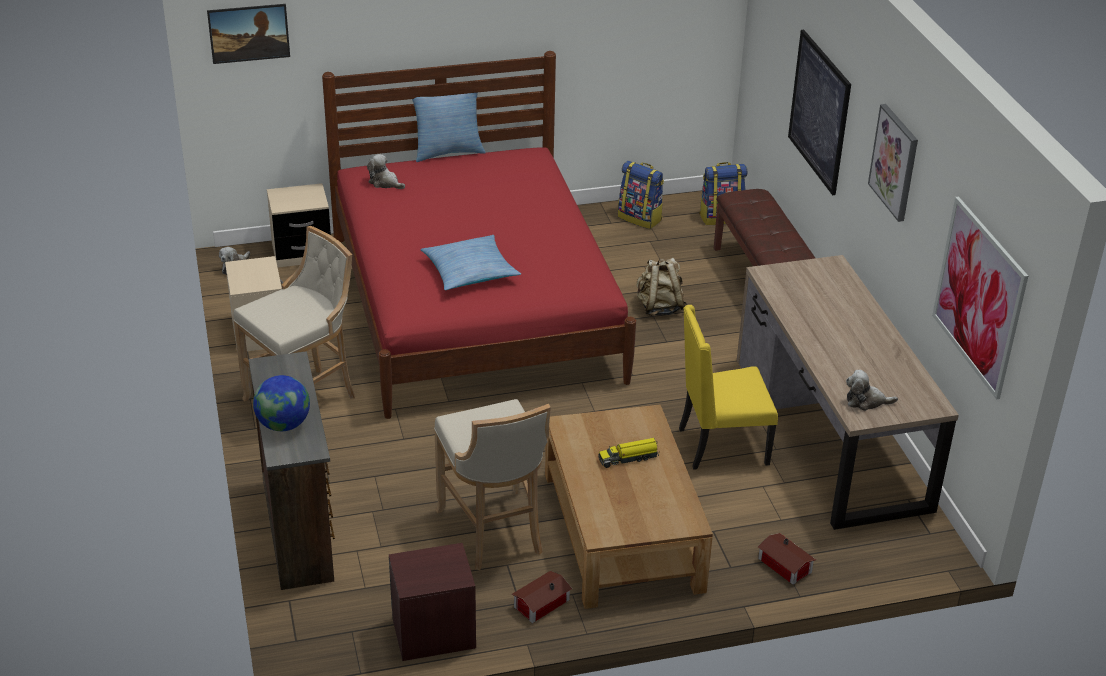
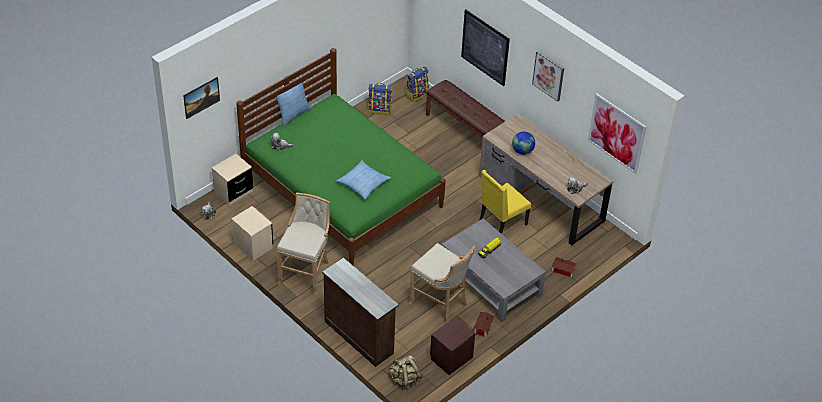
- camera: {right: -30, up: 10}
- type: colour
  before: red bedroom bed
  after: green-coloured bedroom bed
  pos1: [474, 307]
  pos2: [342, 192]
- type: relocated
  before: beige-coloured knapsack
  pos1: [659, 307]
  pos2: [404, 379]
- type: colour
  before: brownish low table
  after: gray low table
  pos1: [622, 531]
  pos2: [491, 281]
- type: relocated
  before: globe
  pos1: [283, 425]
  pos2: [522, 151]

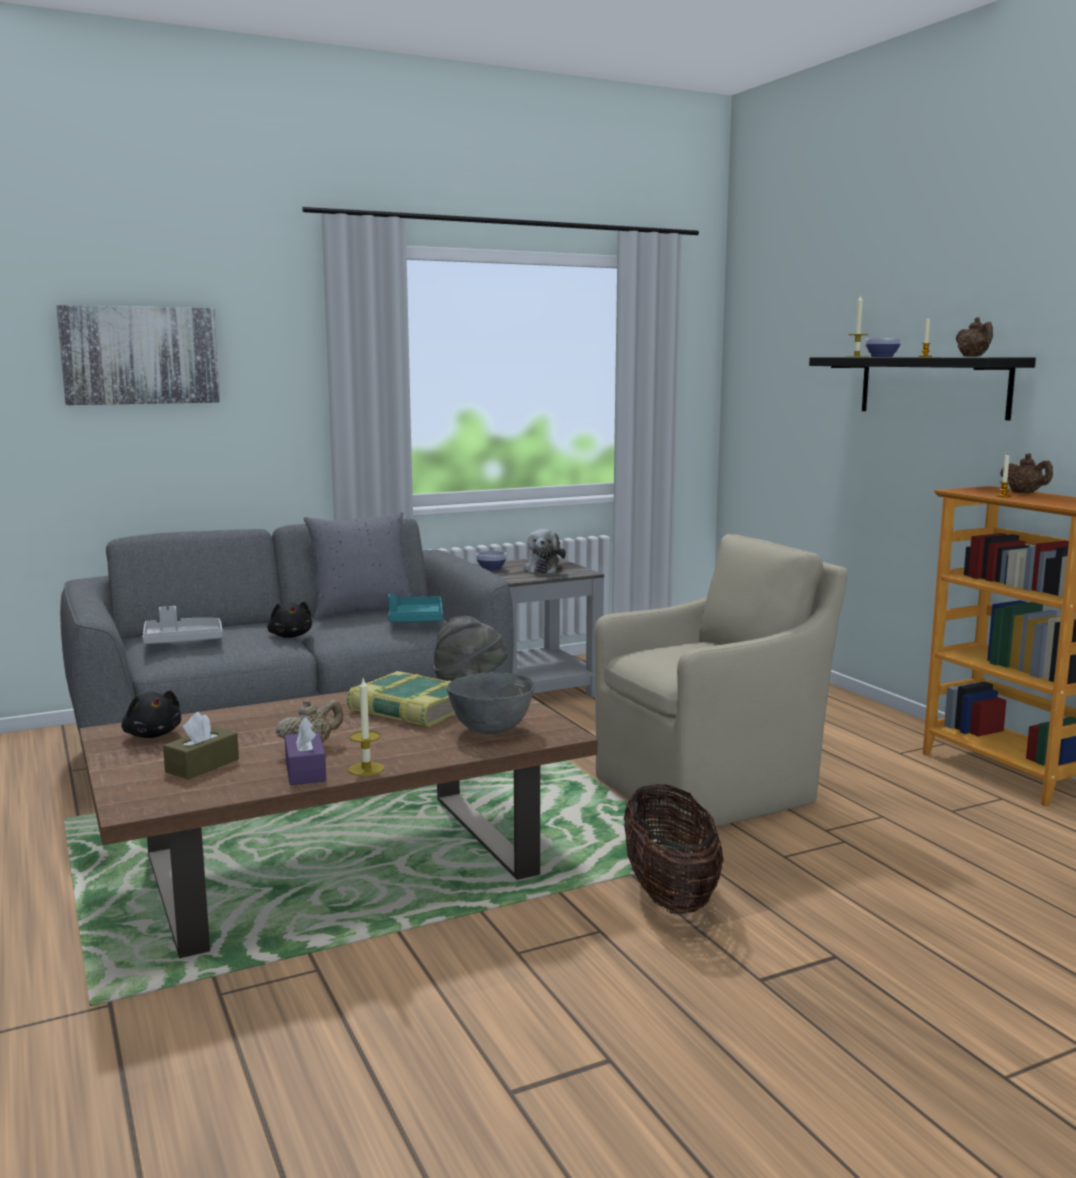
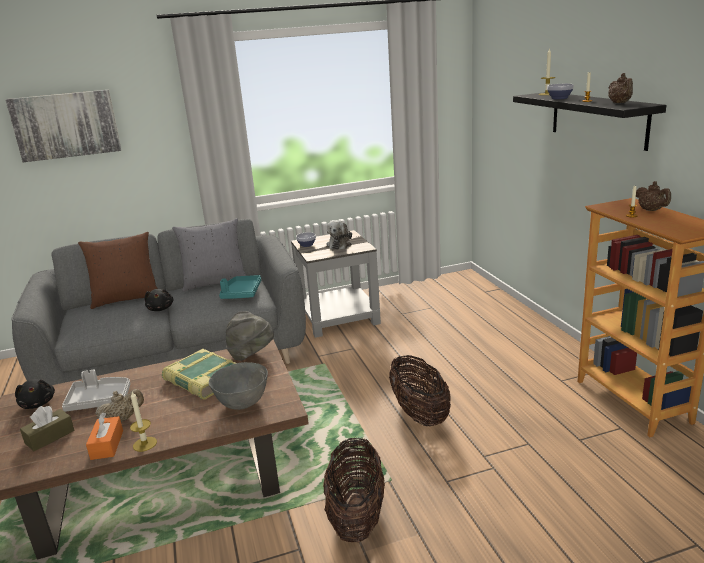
- camera: {right: 10, up: 10}
- type: relocated
  before: gray carrying tray
  pos1: [183, 641]
  pos2: [99, 400]
- type: appeared
  after: brownish cushion
  pos2: [126, 299]
- type: colour
  before: purple box of tissues
  after: orange box of tissues
  pos1: [305, 771]
  pos2: [107, 445]
- type: exchanged
  before: beige-coloured lounge chair
  after: household basket
  pos1: [710, 789]
  pos2: [419, 414]

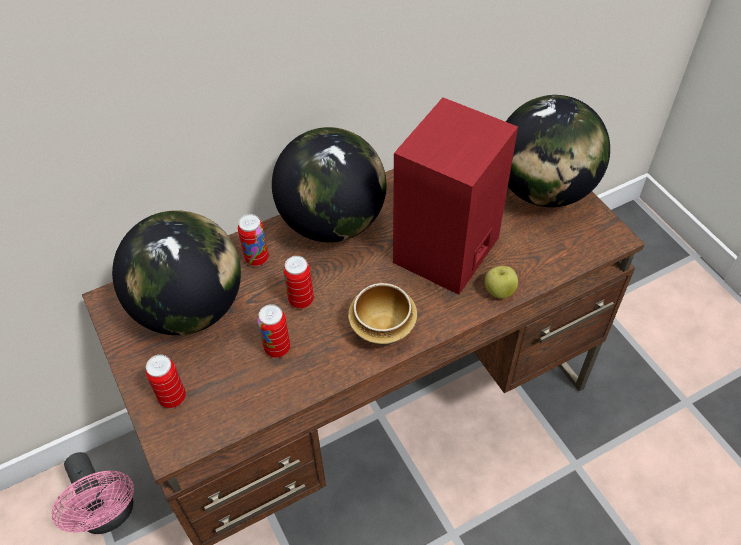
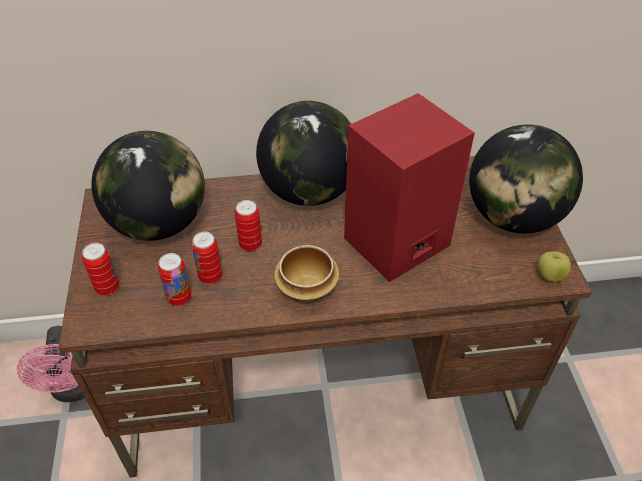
- camera: {right: 20, up: -5}
- type: relocated
  before: sealed can
  pos1: [257, 258]
  pos2: [179, 298]
- type: relocated
  before: apple fruit
  pos1: [499, 291]
  pos2: [549, 275]

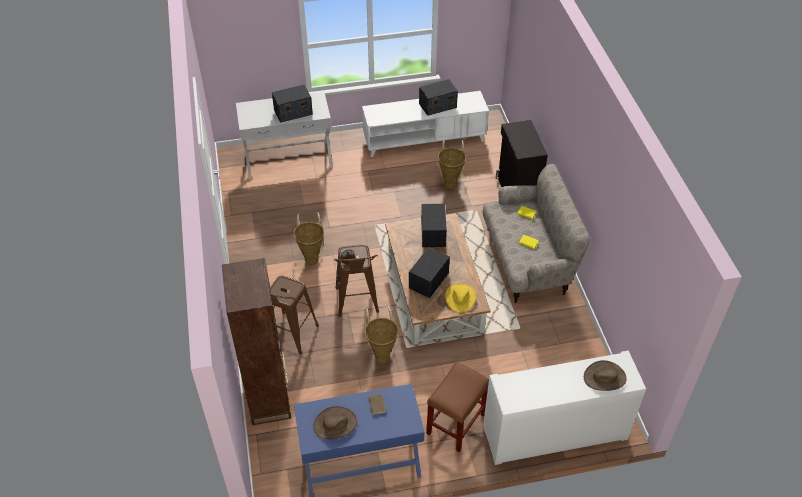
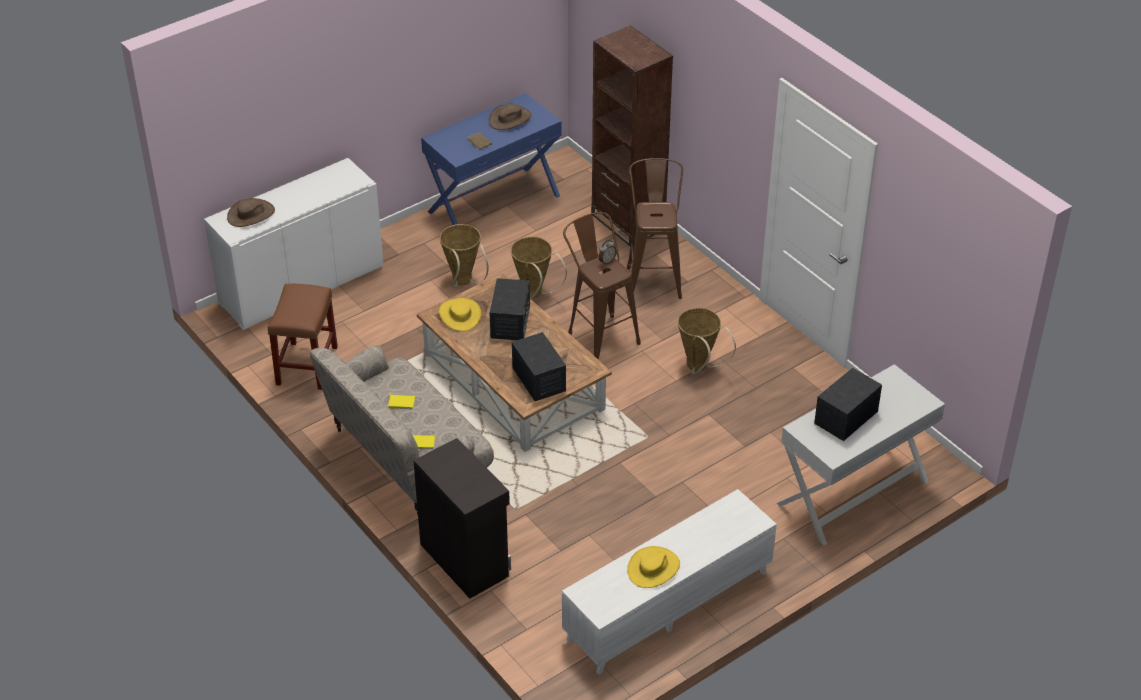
- camera: {right: 155, up: -5}
- type: relocated
  before: brownish sitting stool
  pos1: [455, 424]
  pos2: [307, 365]
- type: relocated
  before: household basket
  pos1: [450, 182]
  pos2: [463, 283]
- type: exchanged
  before: radio receiver
  after: yellow clothing hat
  pos1: [437, 105]
  pos2: [653, 568]

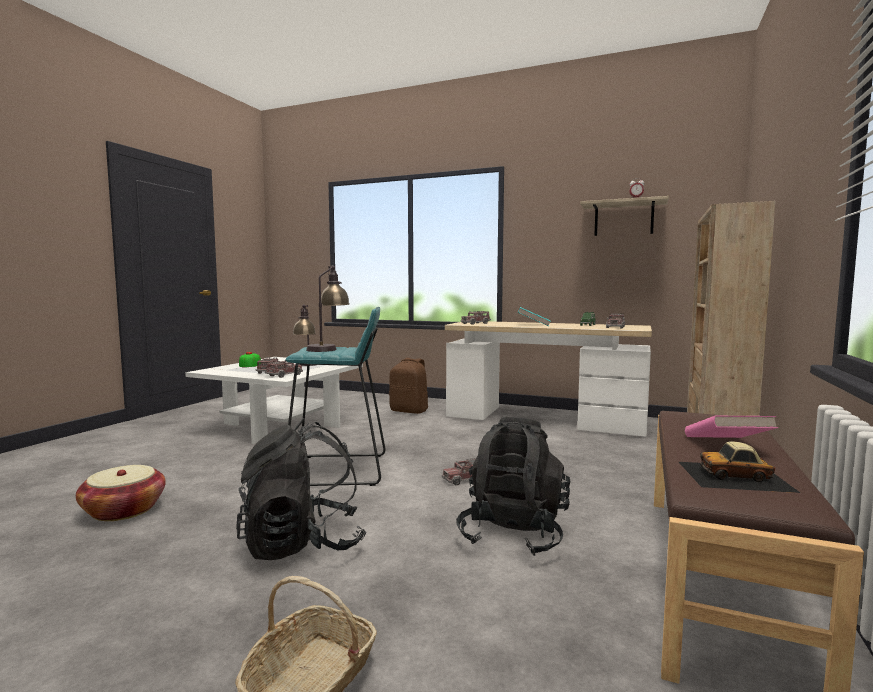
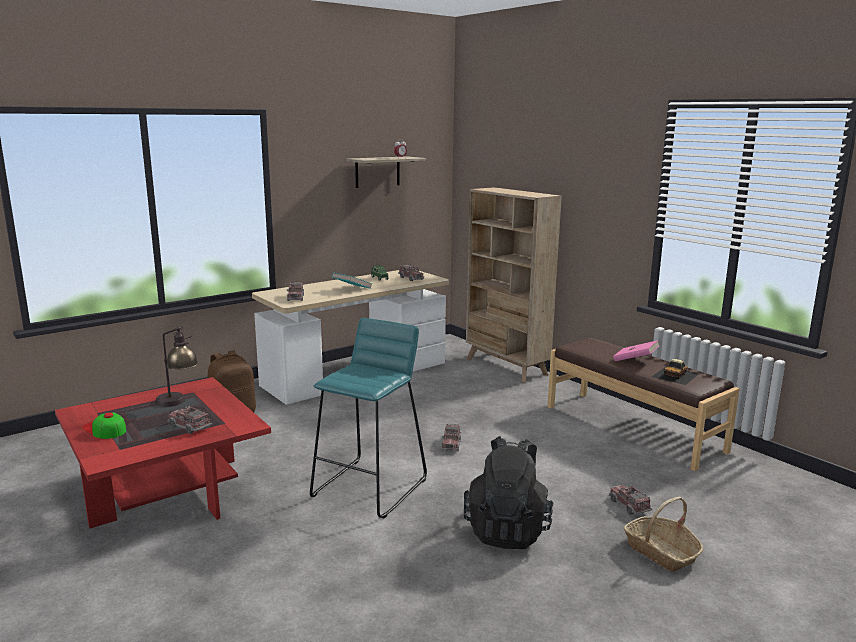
- camera: {right: -60, up: 10}
- type: colour
  before: white-coloured low table
  after: red low table
  pos1: [281, 425]
  pos2: [168, 491]
- type: relocated
  before: toy truck
  pos1: [284, 375]
  pos2: [629, 505]
- type: missing
  before: household basket
  pos1: [124, 510]
- type: missing
  before: lamp for a table
  pos1: [328, 348]
- type: missing
  before: black knapsack
  pos1: [513, 533]

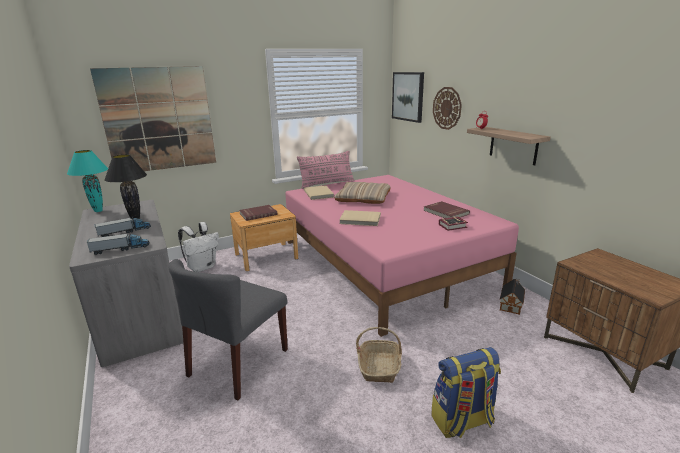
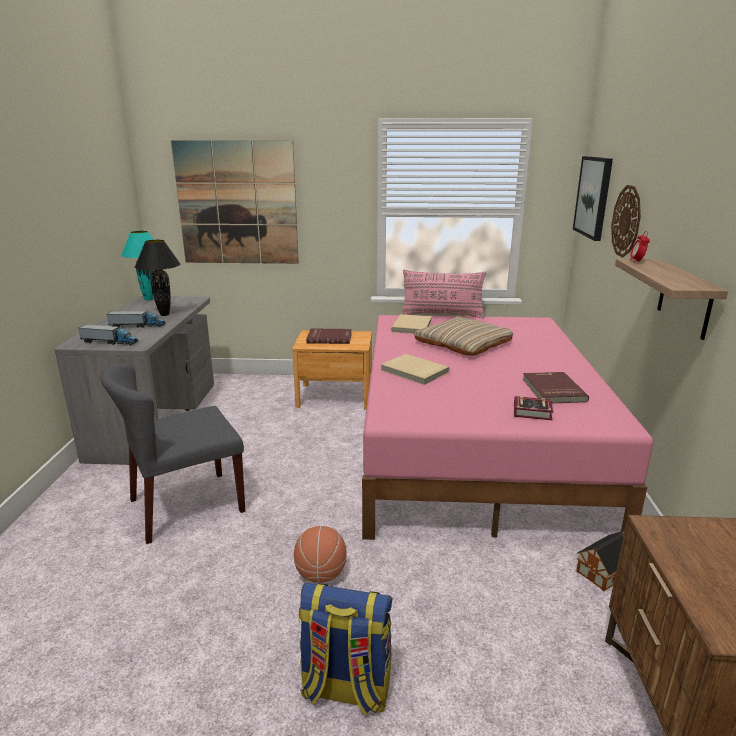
- camera: {right: 30, up: 0}
- type: exchanged
  before: household basket
  after: ball for basketball
  pos1: [379, 366]
  pos2: [321, 574]
- type: missing
  before: white-coloured knapsack
  pos1: [202, 267]

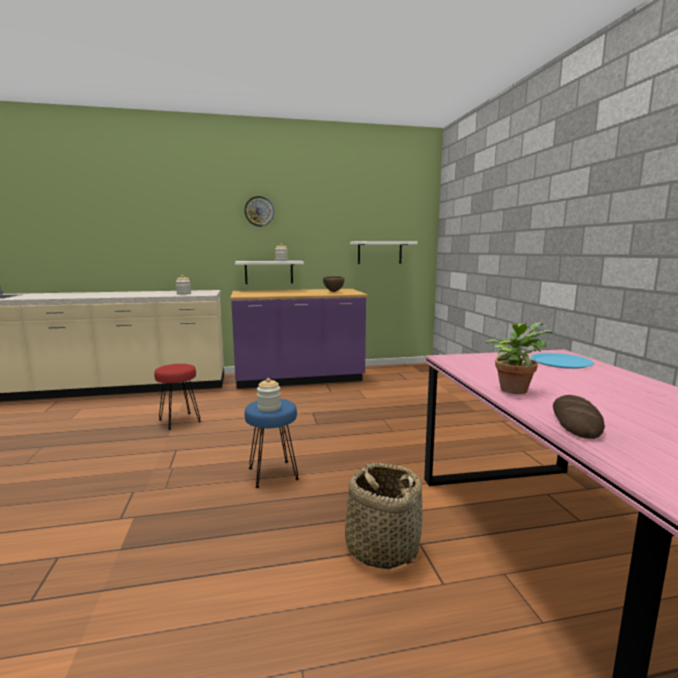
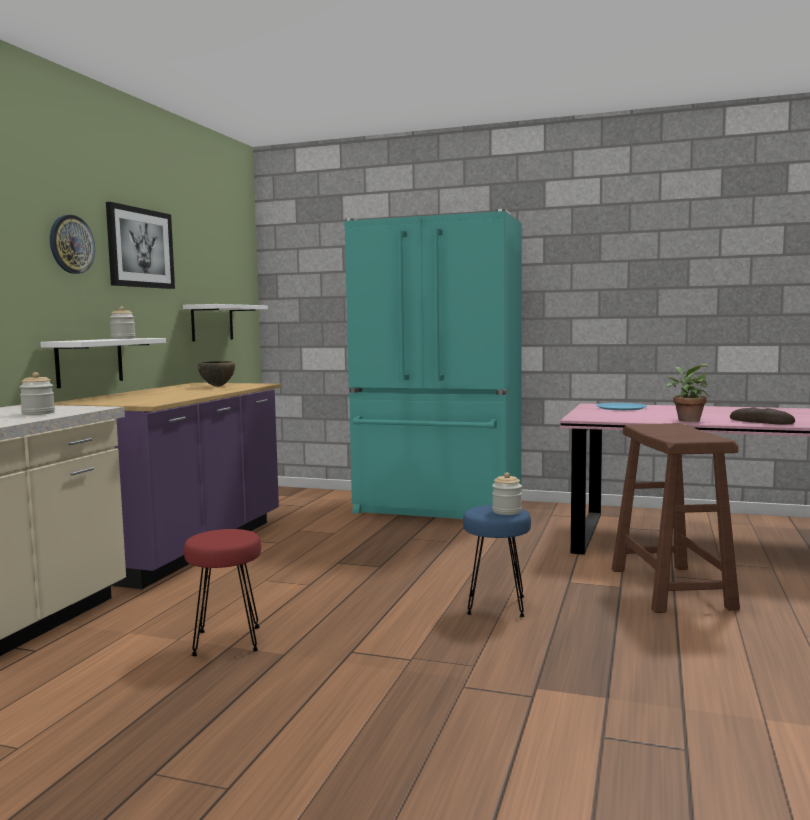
- camera: {right: -60, up: -5}
- type: appeared
  after: wall picture
  pos2: [140, 248]
- type: appeared
  after: turquoise-coloured kitchen fridge
  pos2: [437, 508]
- type: exchanged
  before: household basket
  after: brownish sitting stool
  pos1: [381, 547]
  pos2: [670, 588]

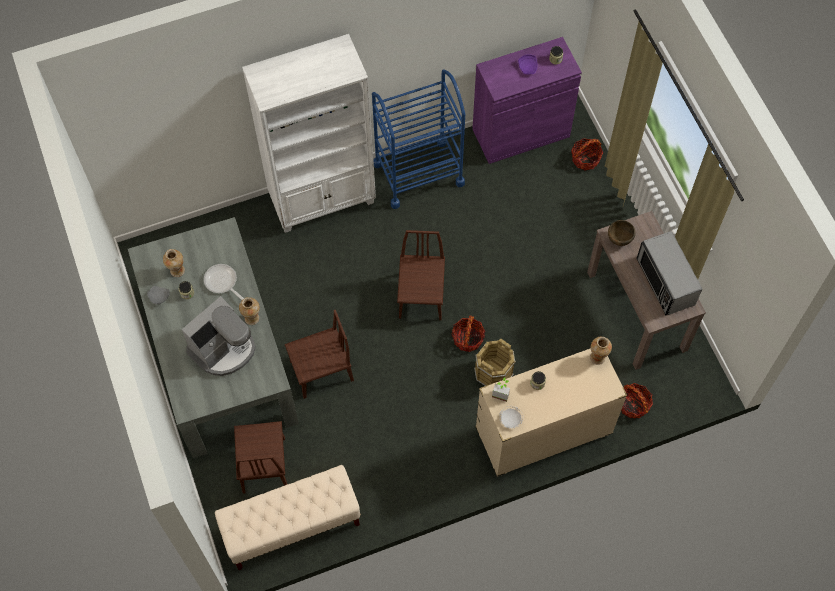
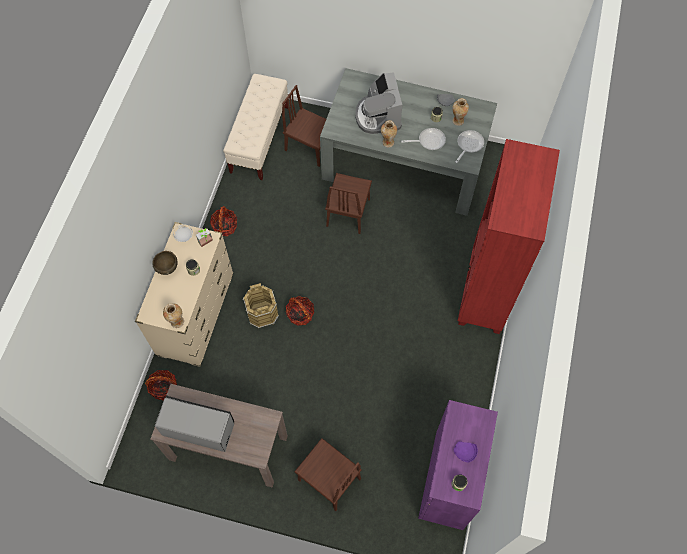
- camera: {right: 125, up: 0}
- type: relocated
  before: brownish deep dish
  pos1: [619, 240]
  pos2: [167, 268]
- type: relocated
  before: household basket
  pos1: [585, 159]
  pos2: [225, 226]
- type: relocated
  before: brownish upright chair
  pos1: [421, 296]
  pos2: [329, 479]
- type: appeared
  after: skillet
  pos2: [468, 145]
- type: colour
  before: white-coloured bookcase
  after: red bookcase
  pos1: [323, 199]
  pos2: [485, 292]
- type: missing
  before: bluish wheeled cart
  pos1: [418, 173]

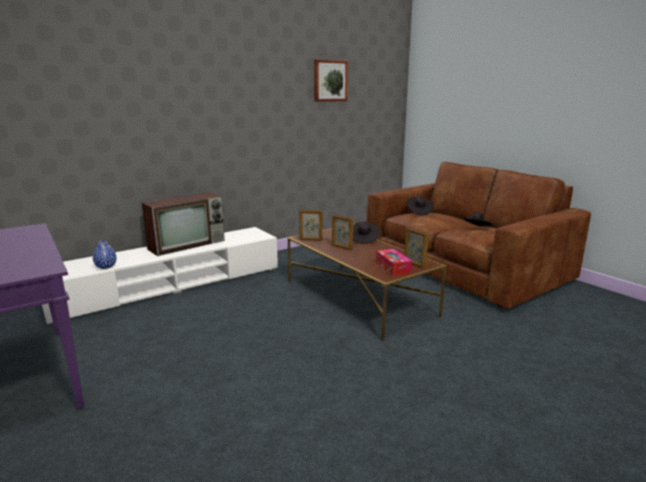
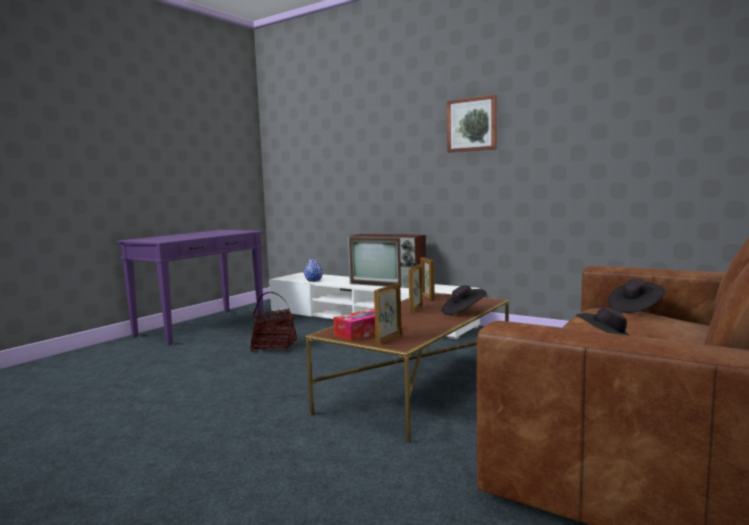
- camera: {right: 70, up: -10}
- type: appeared
  after: household basket
  pos2: [274, 346]
- type: relocated
  before: wall picture
  pos1: [330, 81]
  pos2: [472, 124]

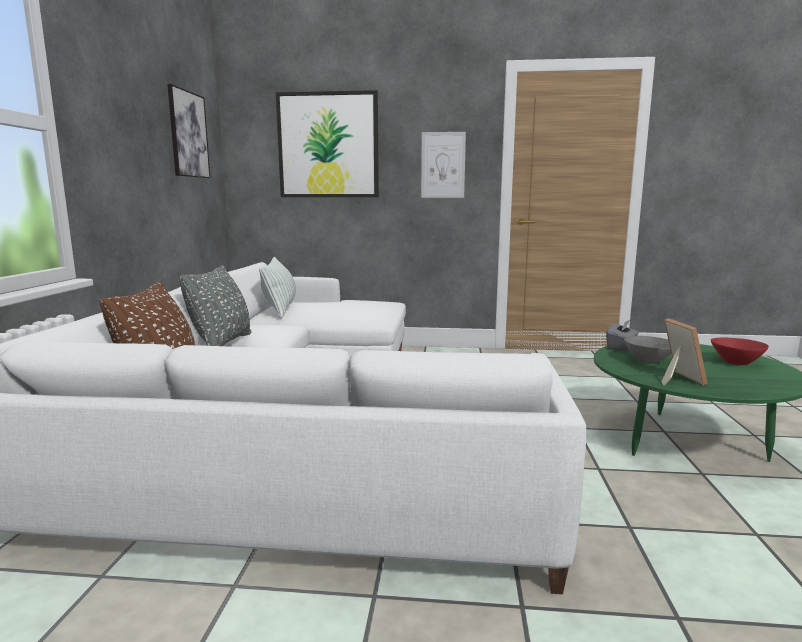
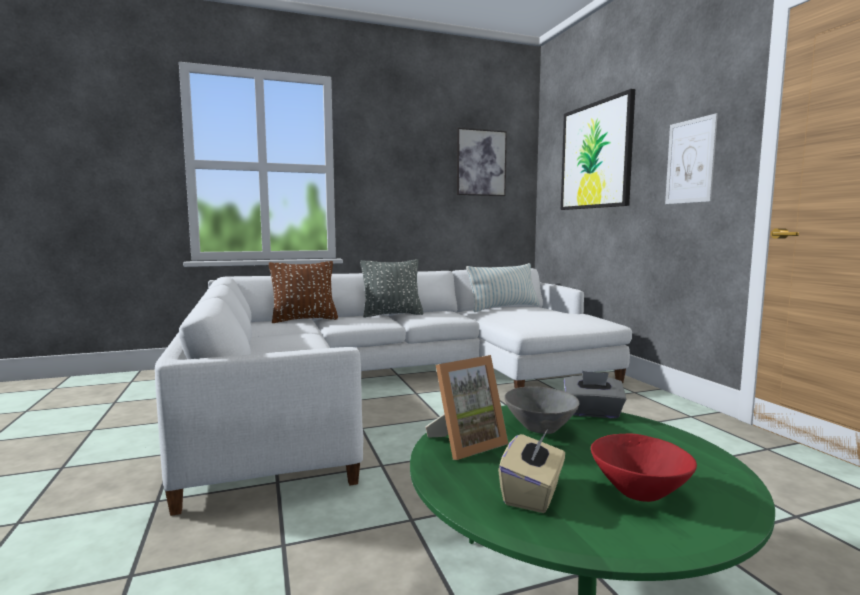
- camera: {right: 65, up: -5}
- type: appeared
  after: beige-coloured box of tissues
  pos2: [533, 494]

